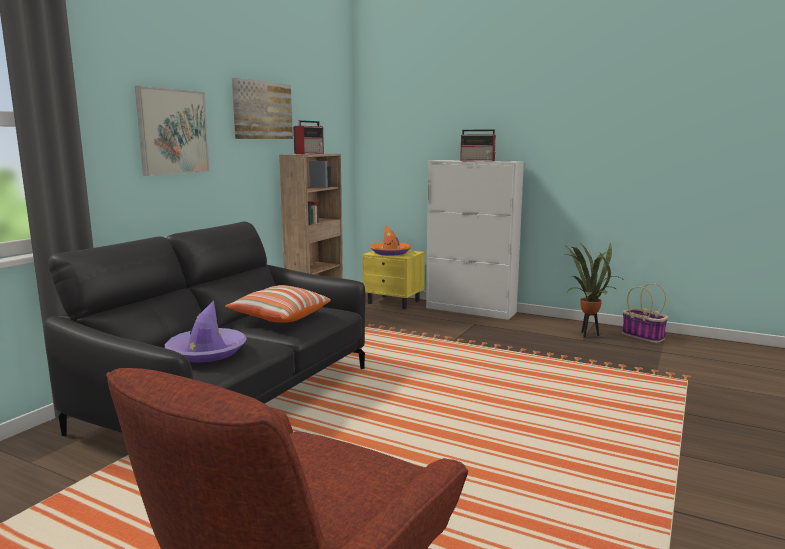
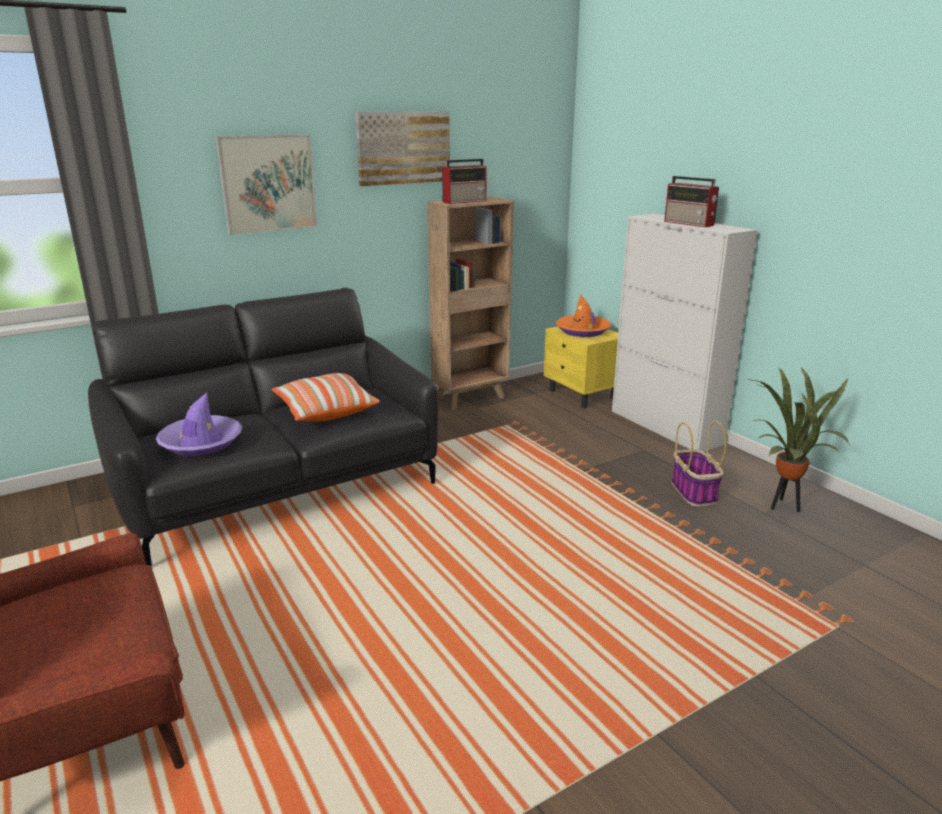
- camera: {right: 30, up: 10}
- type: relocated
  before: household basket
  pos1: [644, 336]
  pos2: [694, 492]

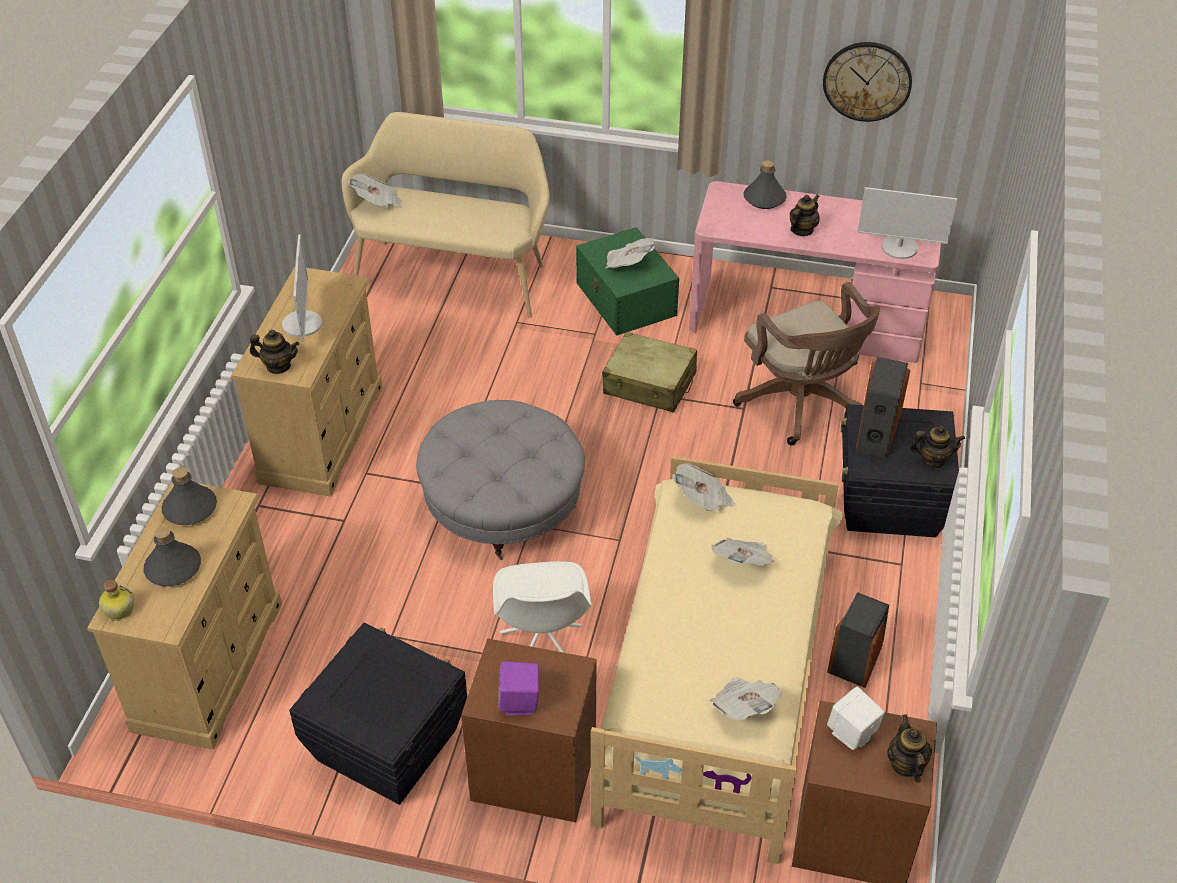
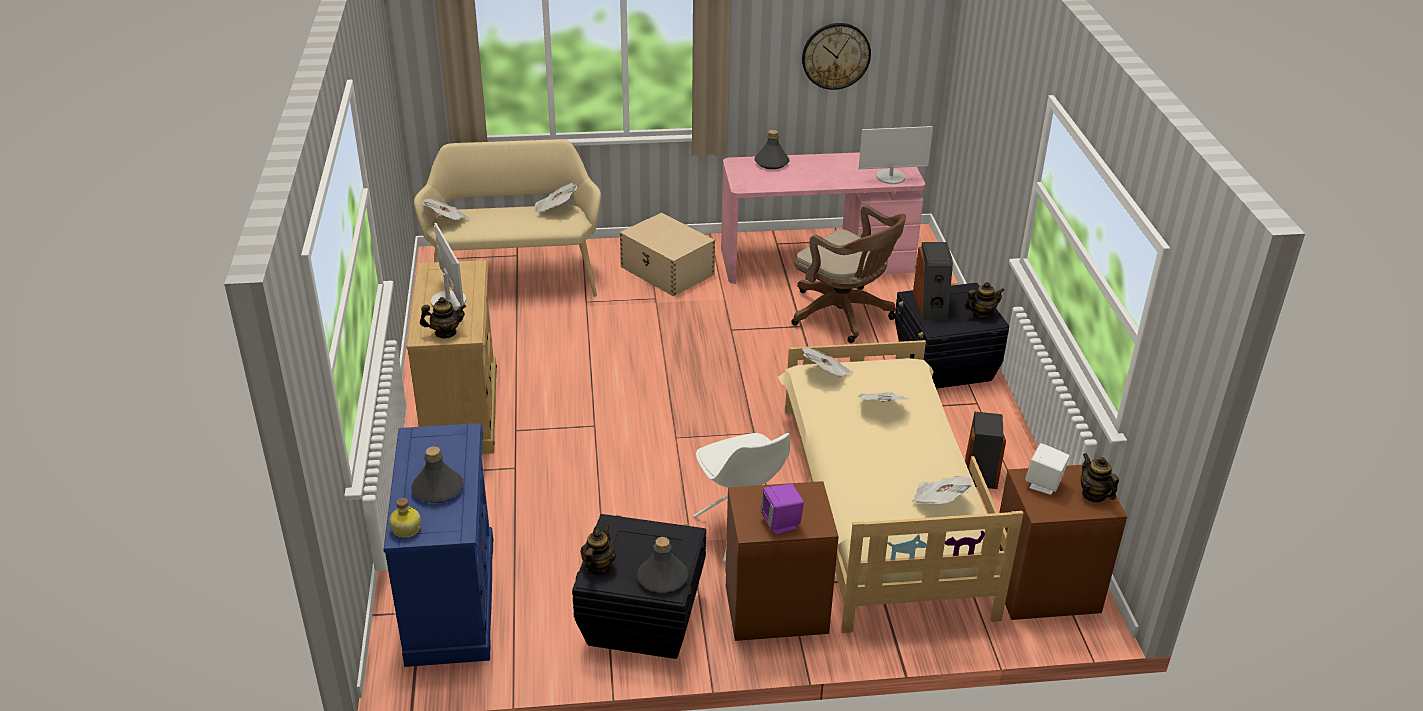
- camera: {right: -20, up: -10}
- type: colour
  before: beige-coloured dresser
  after: bluish dresser
  pos1: [209, 665]
  pos2: [452, 599]
- type: relocated
  before: newspaper
  pos1: [628, 264]
  pos2: [555, 208]
- type: relocated
  before: pot for tea
  pos1: [802, 230]
  pos2: [598, 567]
- type: colour
  before: green-coloured storage box
  after: beige-coloured storage box
  pos1: [626, 300]
  pos2: [667, 271]
- type: relocated
  before: gray bottle
  pos1: [190, 509]
  pos2: [663, 578]
- type: missing
  before: gray pouffe
  pos1: [503, 506]
- type: missing
  before: beige-coloured suitcase
  pos1: [650, 384]

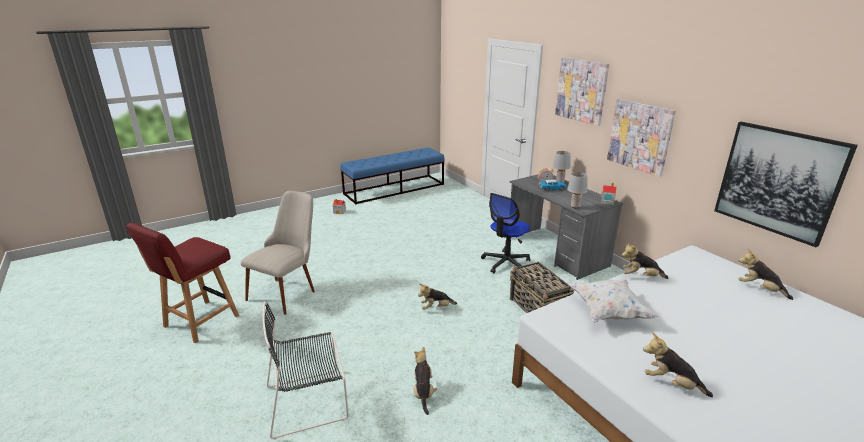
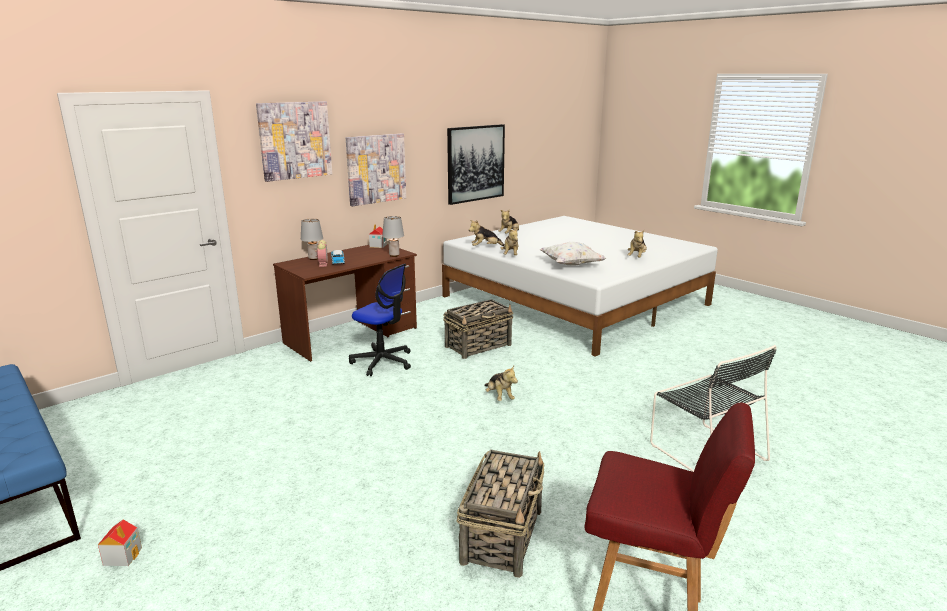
- camera: {right: -100, up: -5}
- type: colour
  before: gray desk unit
  after: brownish desk unit
  pos1: [556, 252]
  pos2: [352, 336]
- type: exchanged
  before: beige-coloured upright chair
  after: household basket
  pos1: [288, 290]
  pos2: [503, 535]
- type: relocated
  before: cuddly toy
  pos1: [423, 392]
  pos2: [485, 247]

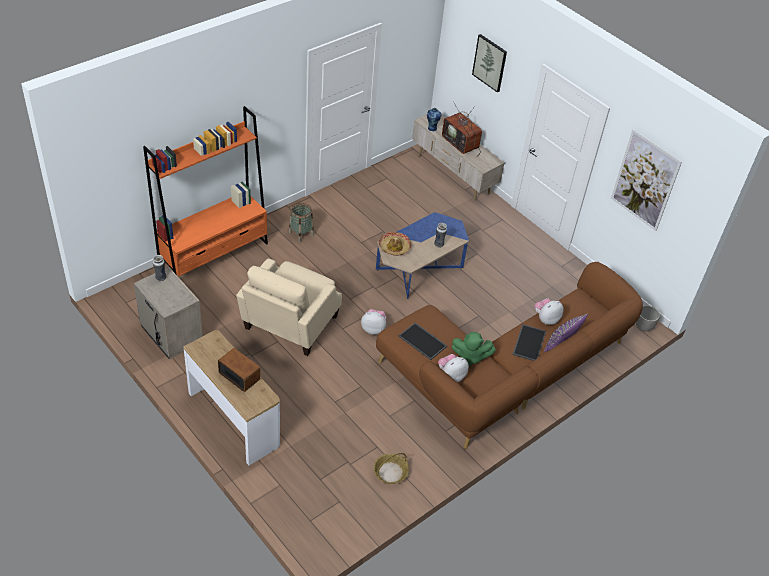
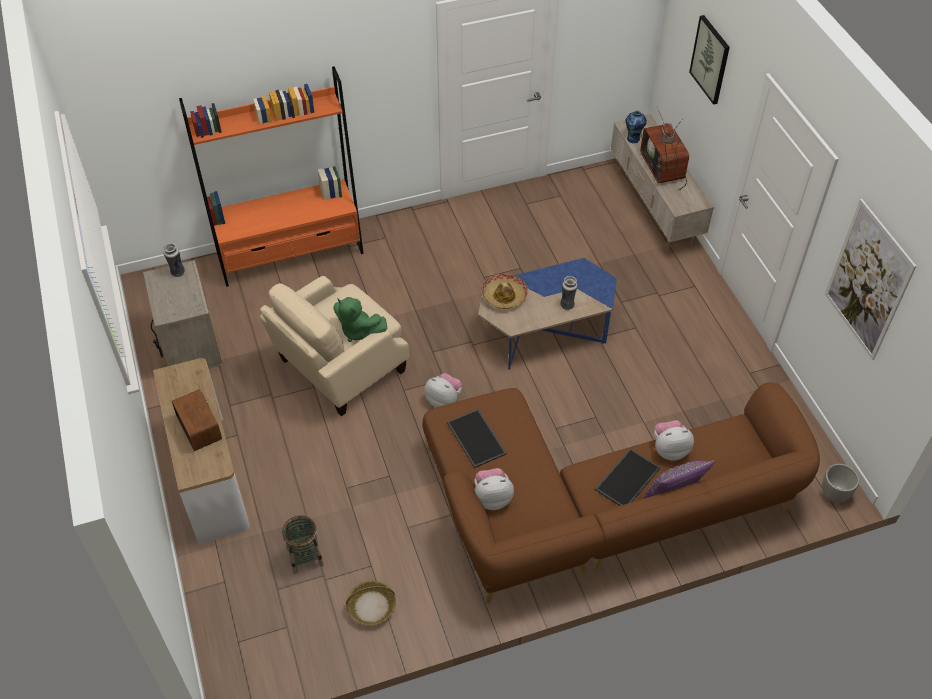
- camera: {right: 25, up: 5}
- type: relocated
  before: household basket
  pos1: [301, 234]
  pos2: [305, 557]
- type: relocated
  before: green-coloured cuddly toy
  pos1: [470, 356]
  pos2: [358, 331]

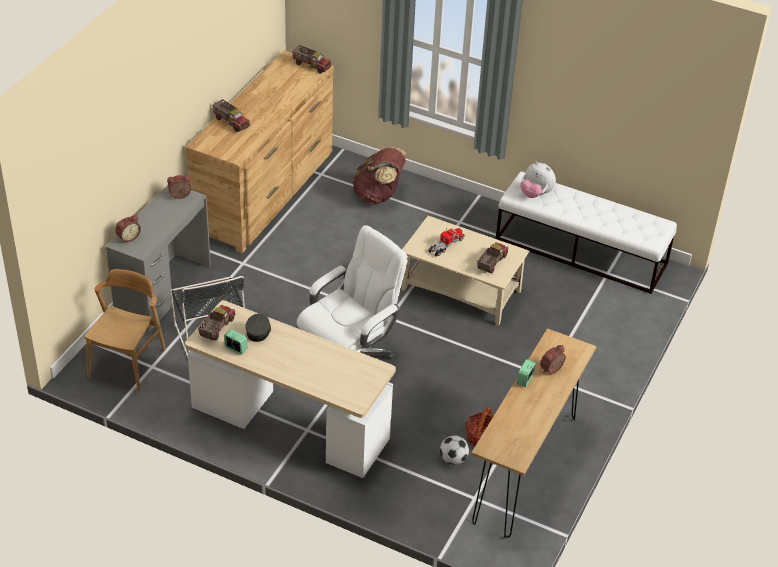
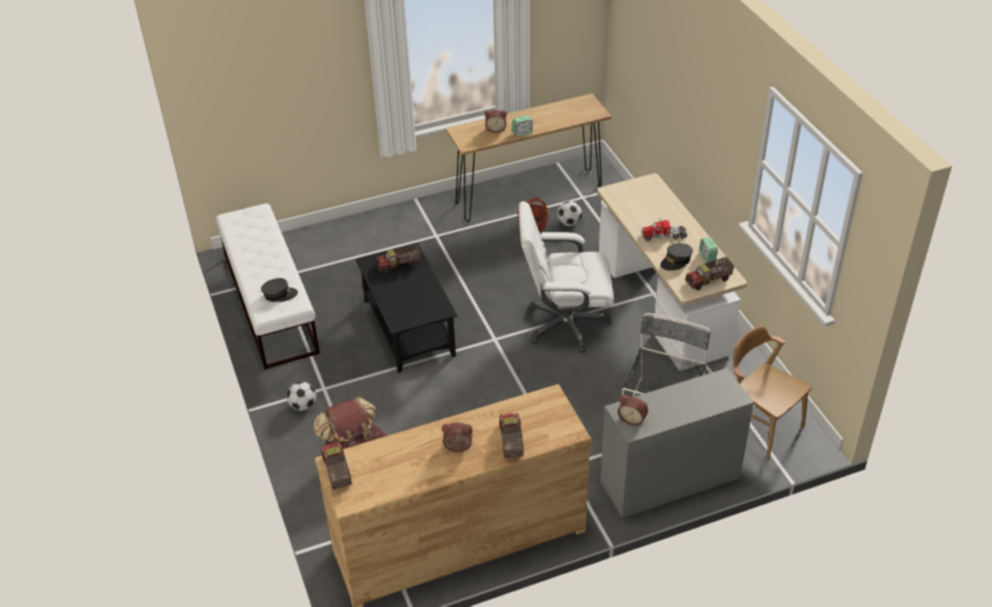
- camera: {right: -135, up: 0}
- type: exchanged
  before: cuddly toy
  after: gray peaked cap
  pos1: [535, 194]
  pos2: [279, 294]
- type: appeared
  after: football
  pos2: [303, 406]
- type: colour
  before: beige-coloured low table
  after: black low table
  pos1: [460, 290]
  pos2: [409, 328]
- type: relocated
  before: table clock
  pos1: [128, 237]
  pos2: [458, 448]
- type: relocated
  before: toy truck
  pos1: [446, 245]
  pos2: [664, 235]
- type: spun
  before: brownish upright chair
  pos1: [127, 363]
  pos2: [758, 425]
  turn: 75

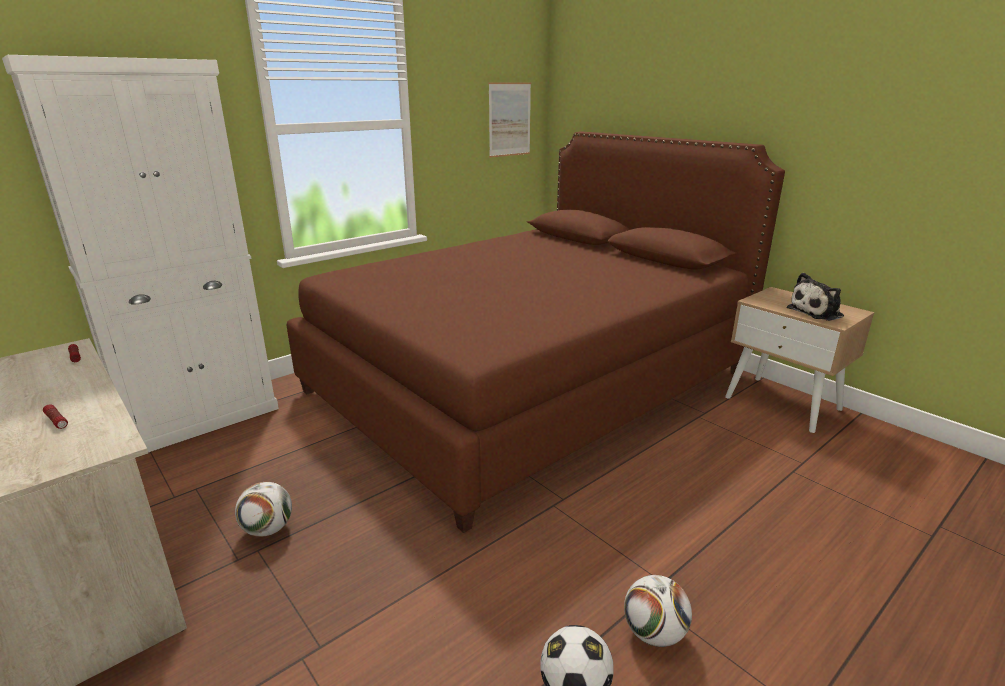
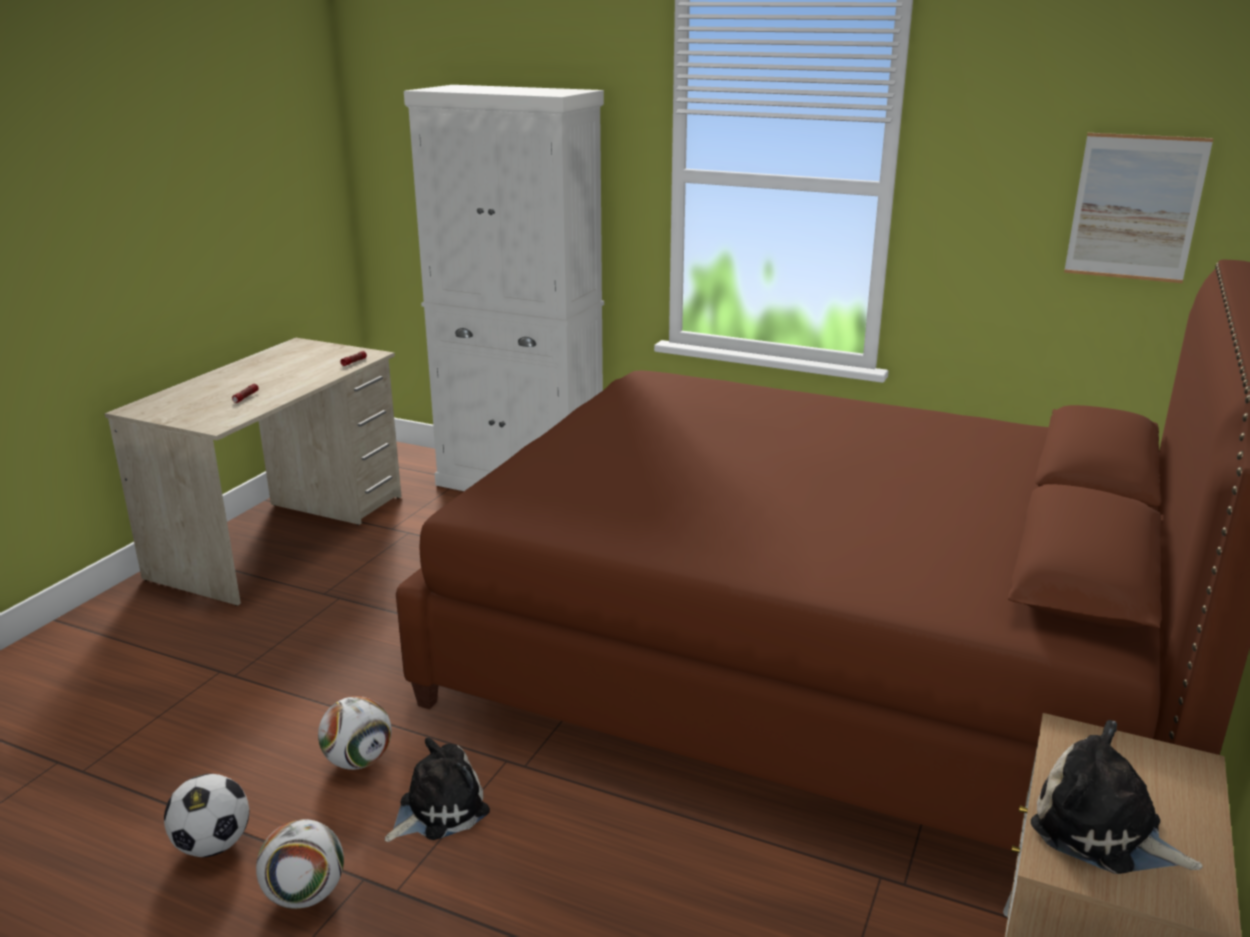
- camera: {right: 65, up: 0}
- type: relocated
  before: football
  pos1: [268, 529]
  pos2: [358, 761]
- type: appeared
  after: cuddly toy
  pos2: [438, 809]

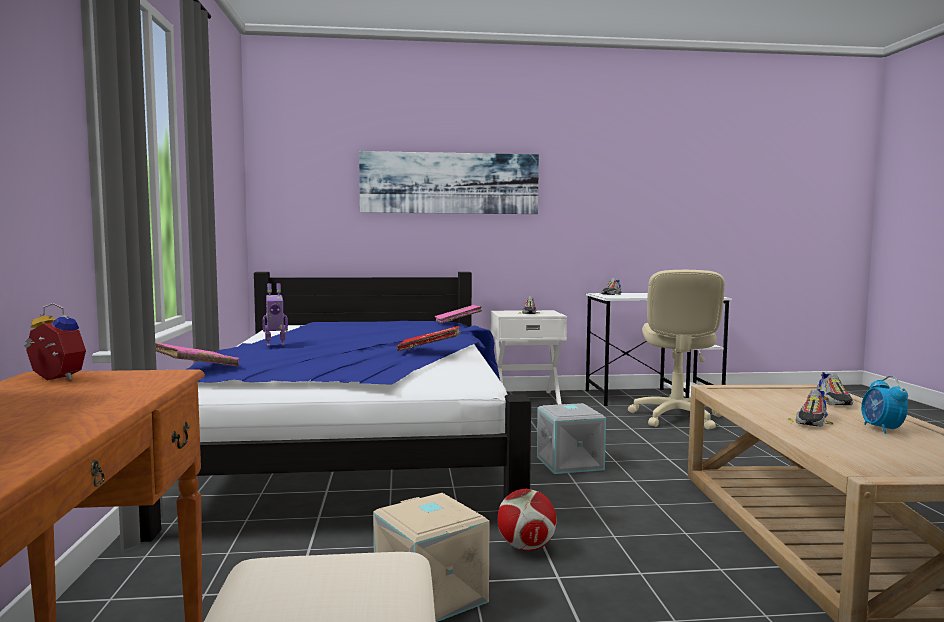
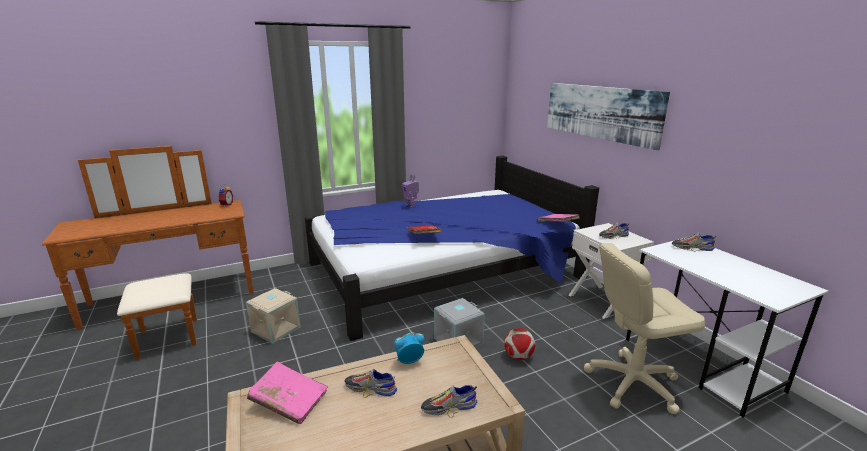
- camera: {right: 70, up: 15}
- type: relocated
  before: pink bound book
  pos1: [195, 368]
  pos2: [289, 401]
- type: relocated
  before: table clock
  pos1: [882, 429]
  pos2: [409, 361]
- type: relocated
  before: football
  pos1: [526, 547]
  pos2: [518, 356]

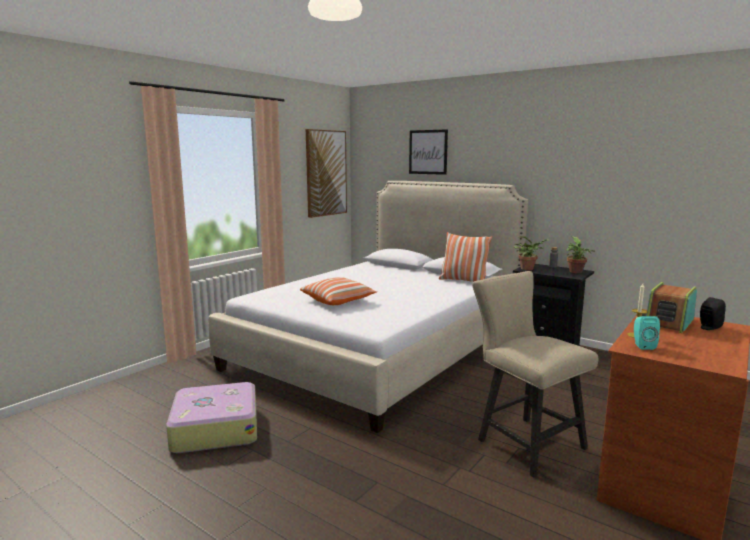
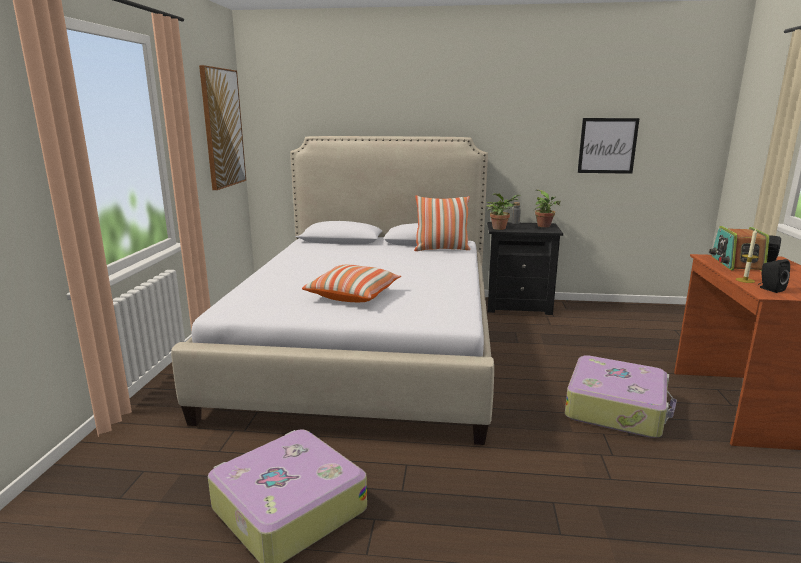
- camera: {right: -30, up: 5}
- type: exchanged
  before: beige-coloured upright chair
  after: suitcase
  pos1: [524, 441]
  pos2: [616, 408]
- type: relocated
  before: wall picture
  pos1: [428, 152]
  pos2: [607, 145]
- type: colour
  before: turquoise-coloured loudspeaker
  after: black loudspeaker
  pos1: [642, 345]
  pos2: [769, 289]

